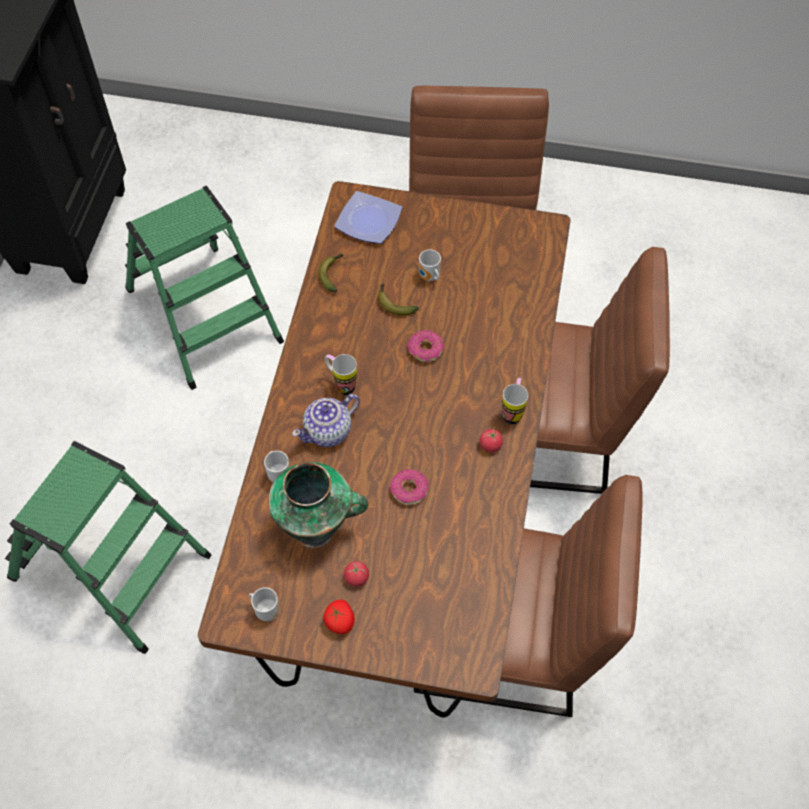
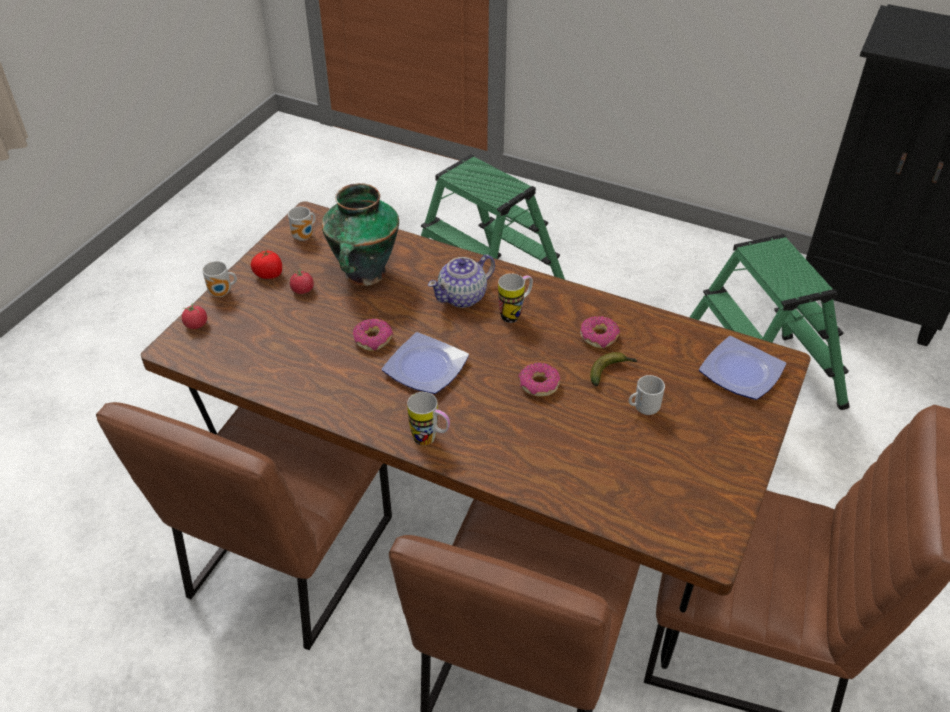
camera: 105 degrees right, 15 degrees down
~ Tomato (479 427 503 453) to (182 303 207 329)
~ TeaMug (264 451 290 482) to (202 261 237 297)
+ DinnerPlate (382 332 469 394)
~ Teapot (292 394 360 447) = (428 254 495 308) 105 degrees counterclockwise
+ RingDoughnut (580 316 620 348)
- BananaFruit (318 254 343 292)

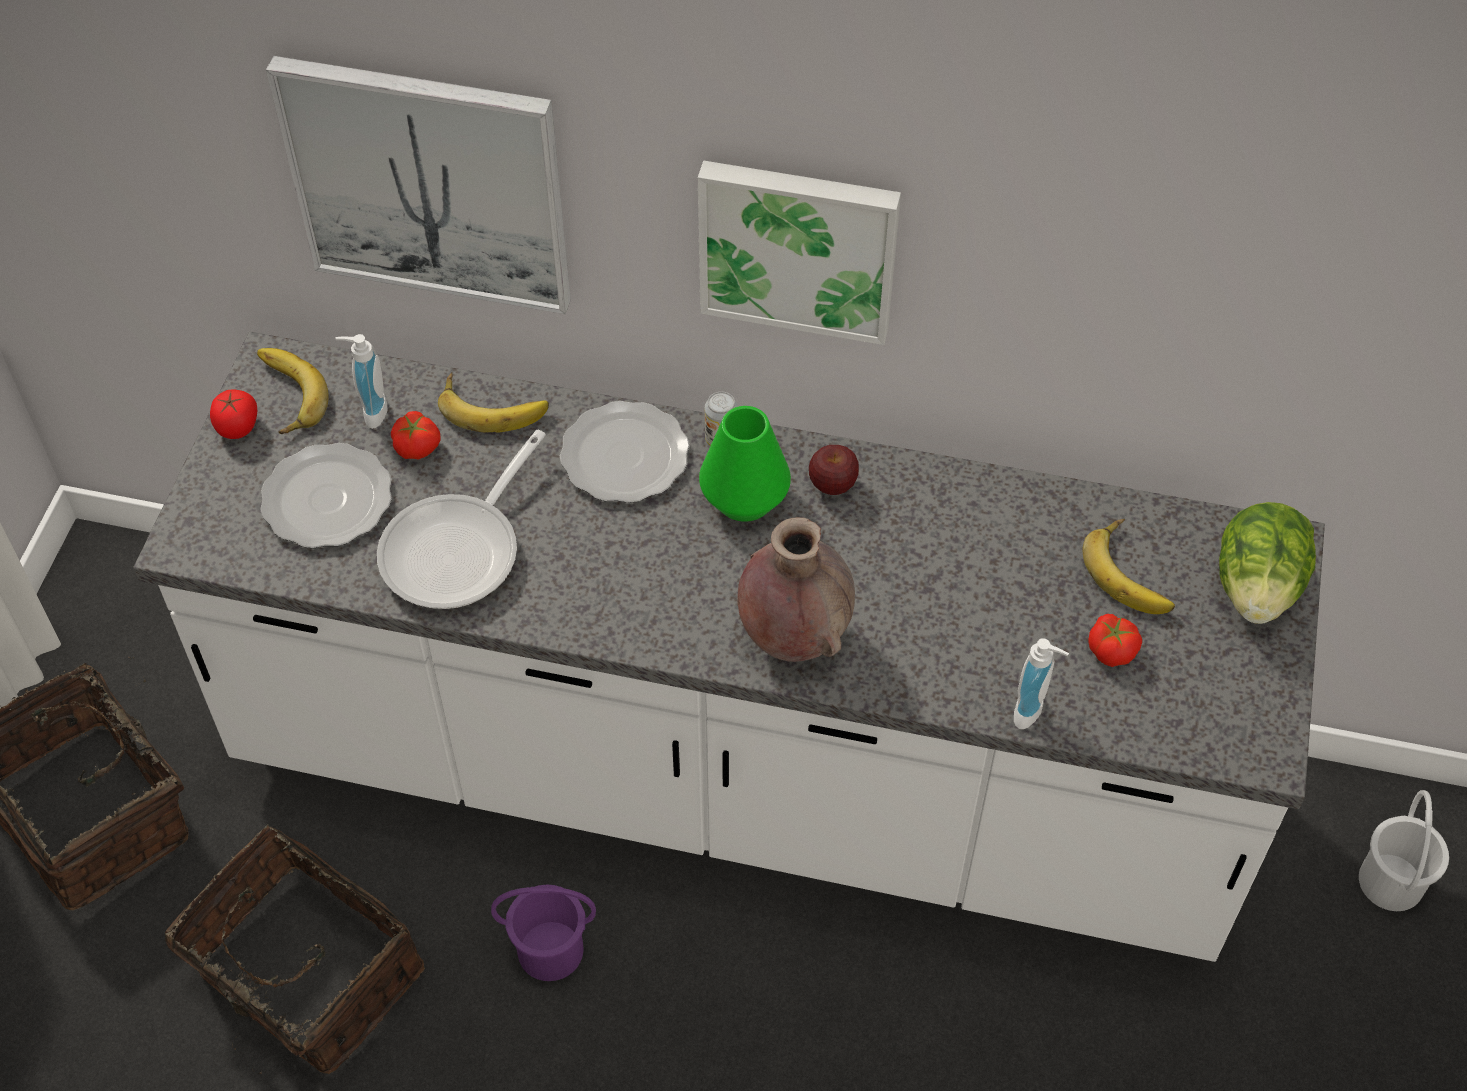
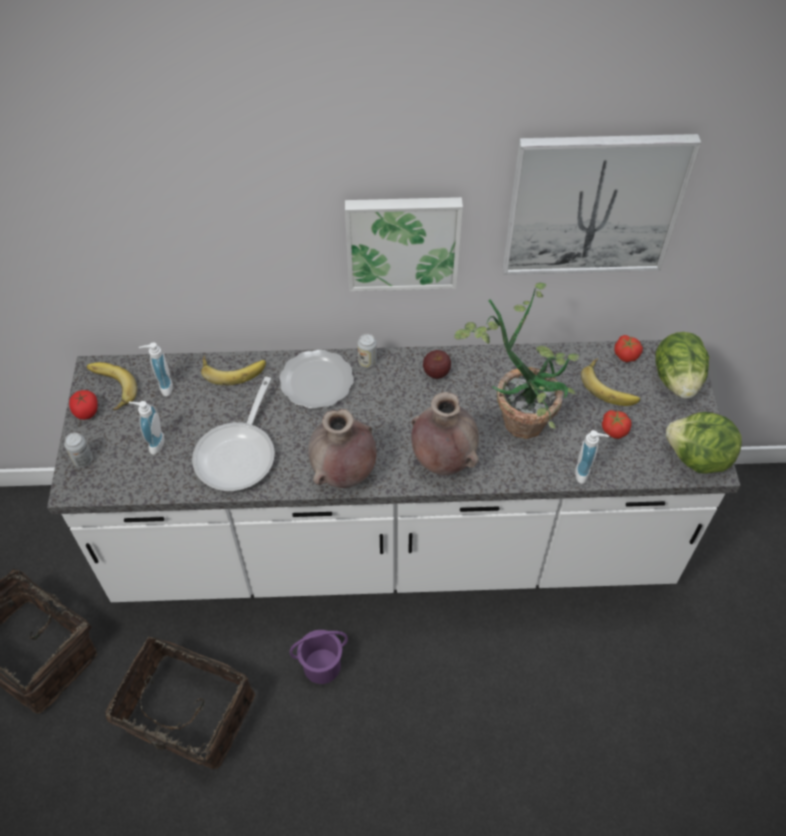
camera: 15 degrees left, 0 degrees up
+ SealedCan (64 432 93 467)
~ DinnerPlate (260 443 392 549) to SoapDispenser (128 401 165 455)
+ BrownDecorativeVase (308 409 377 488)
+ PottedPlant (454 283 579 439)
~ WallArt (266 56 571 314) to (503 134 701 275)
~ Tomato (391 411 441 459) to (614 335 643 362)
+ HeadOfLettuce (666 412 742 474)
- GreenColouredDecorativeVase (699 406 791 522)
- WhitishWaterBucket (1359 790 1449 911)

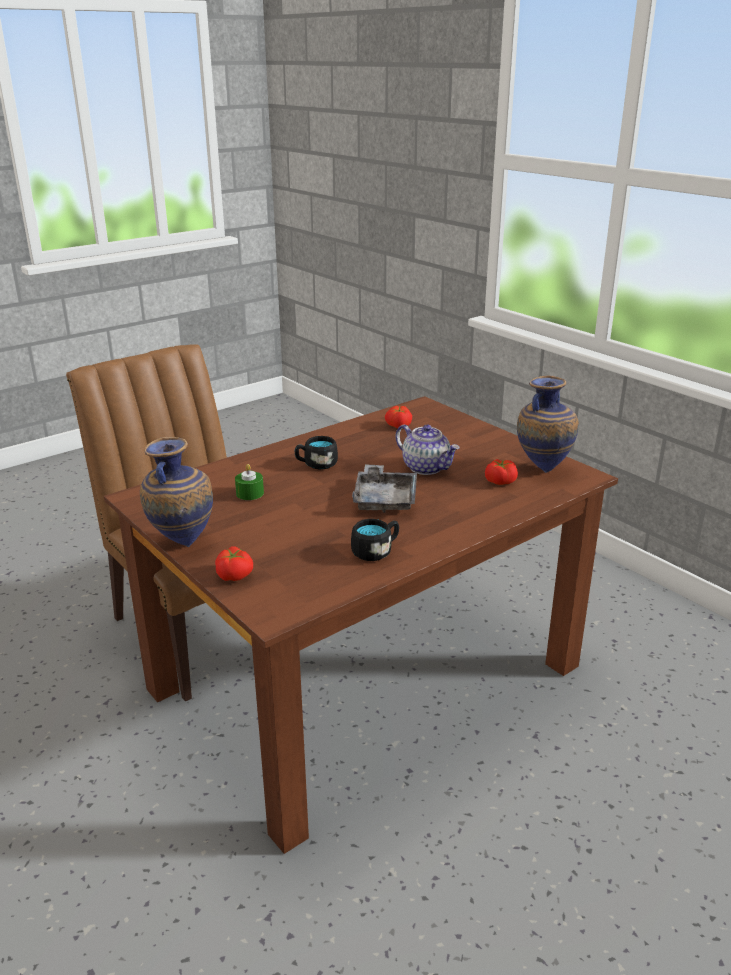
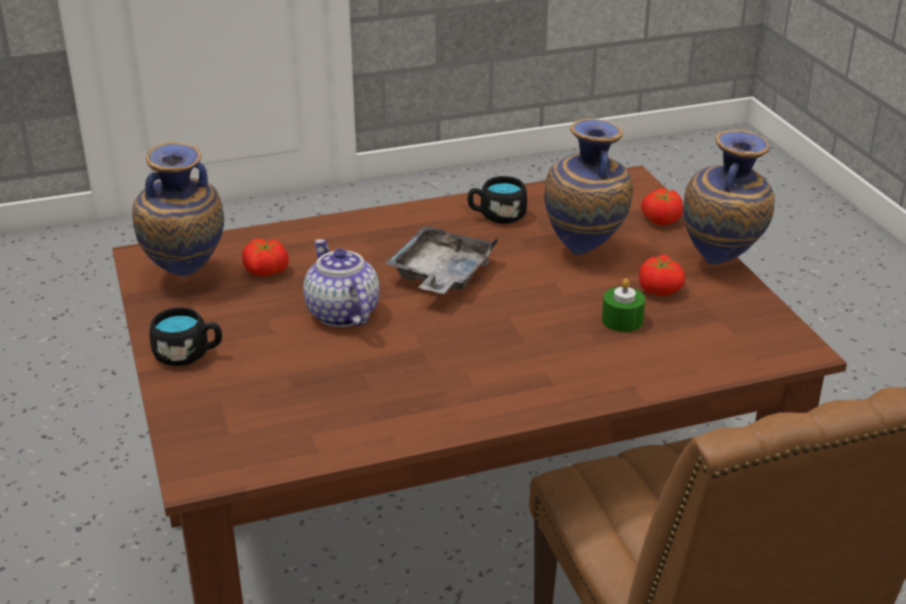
camera: 160 degrees left, 5 degrees up
~ BlackTeaMug (295 436 338 469) to (150 307 222 366)
+ DecorativeVase (544 119 633 255)
~ Tomato (385 406 412 429) to (639 254 685 296)

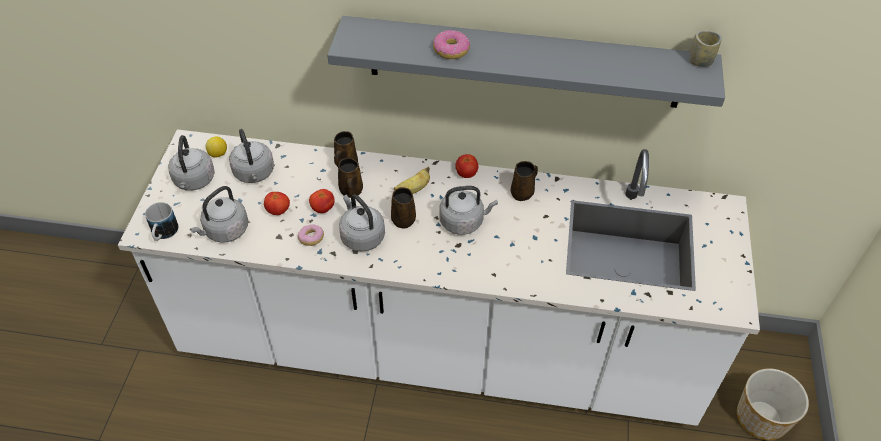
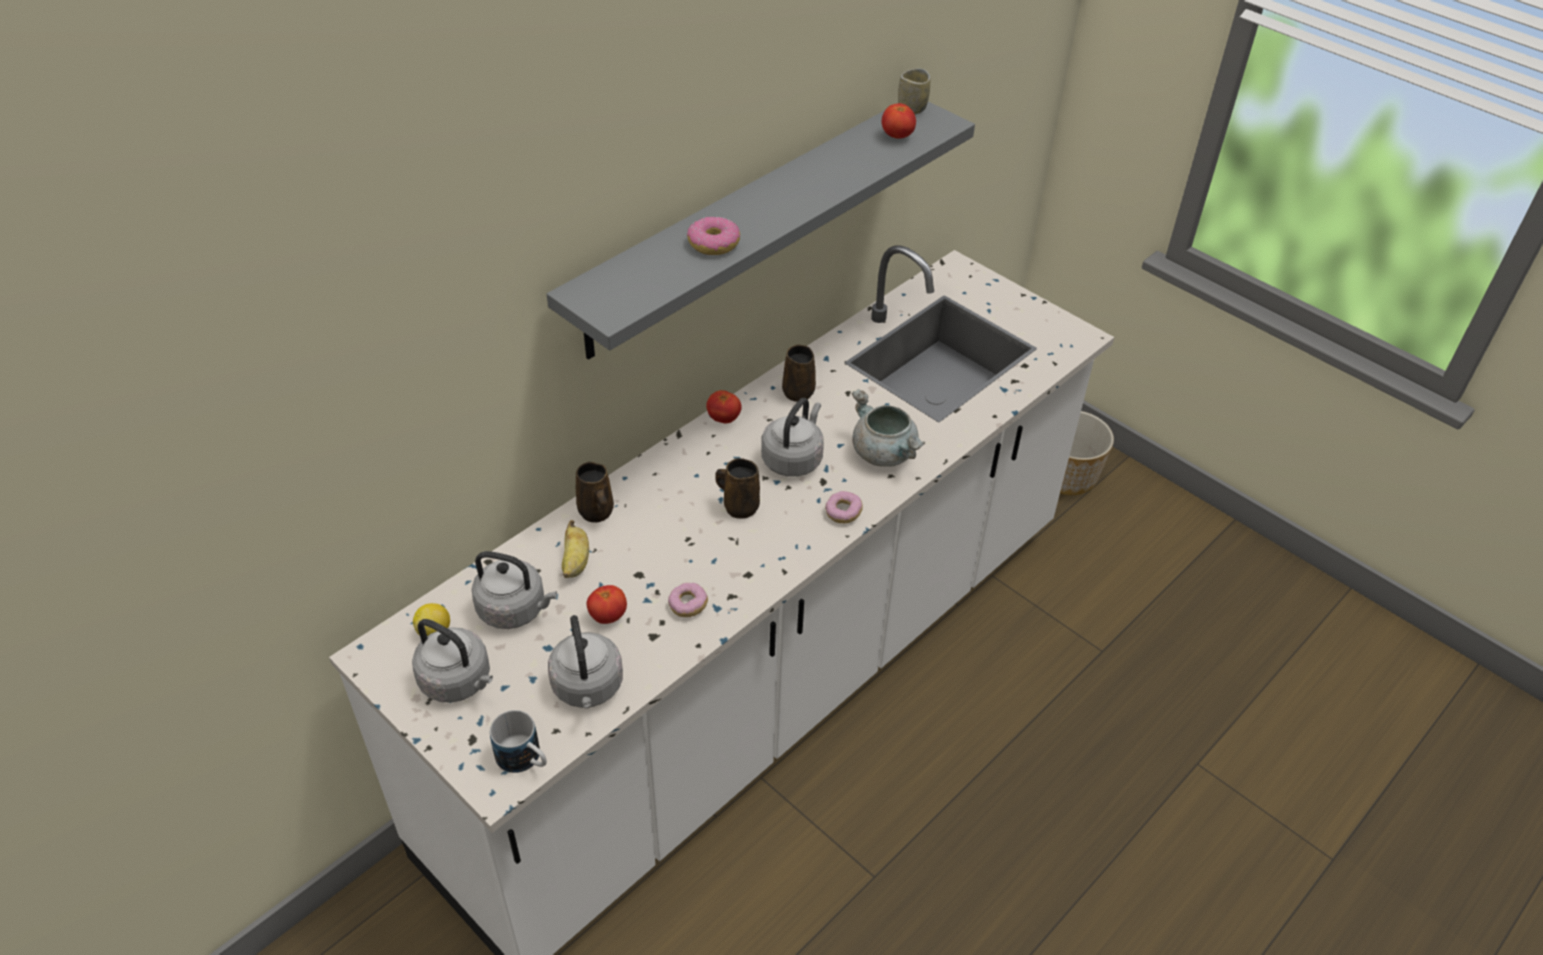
camera: 55 degrees left, 5 degrees down
~ BananaFruit (394 167 430 194) to (562 520 589 578)
+ RingDoughnut (825 491 863 523)
+ GrayStockpot (852 389 925 467)
~ Tomato (309 189 335 213) to (882 103 916 139)
- BrownTeaMug (338 157 363 198)
- GrayTeaKettle (339 194 385 251)

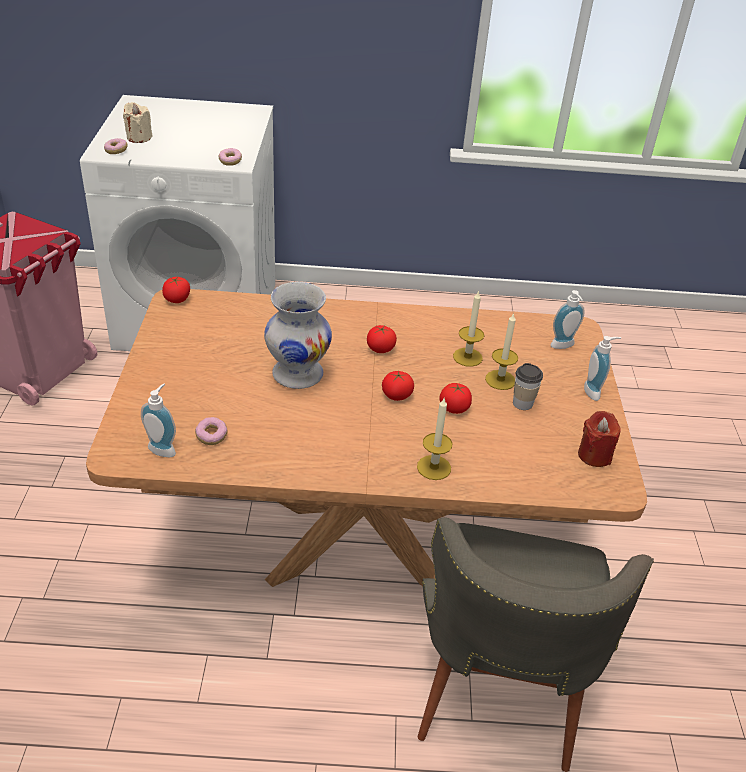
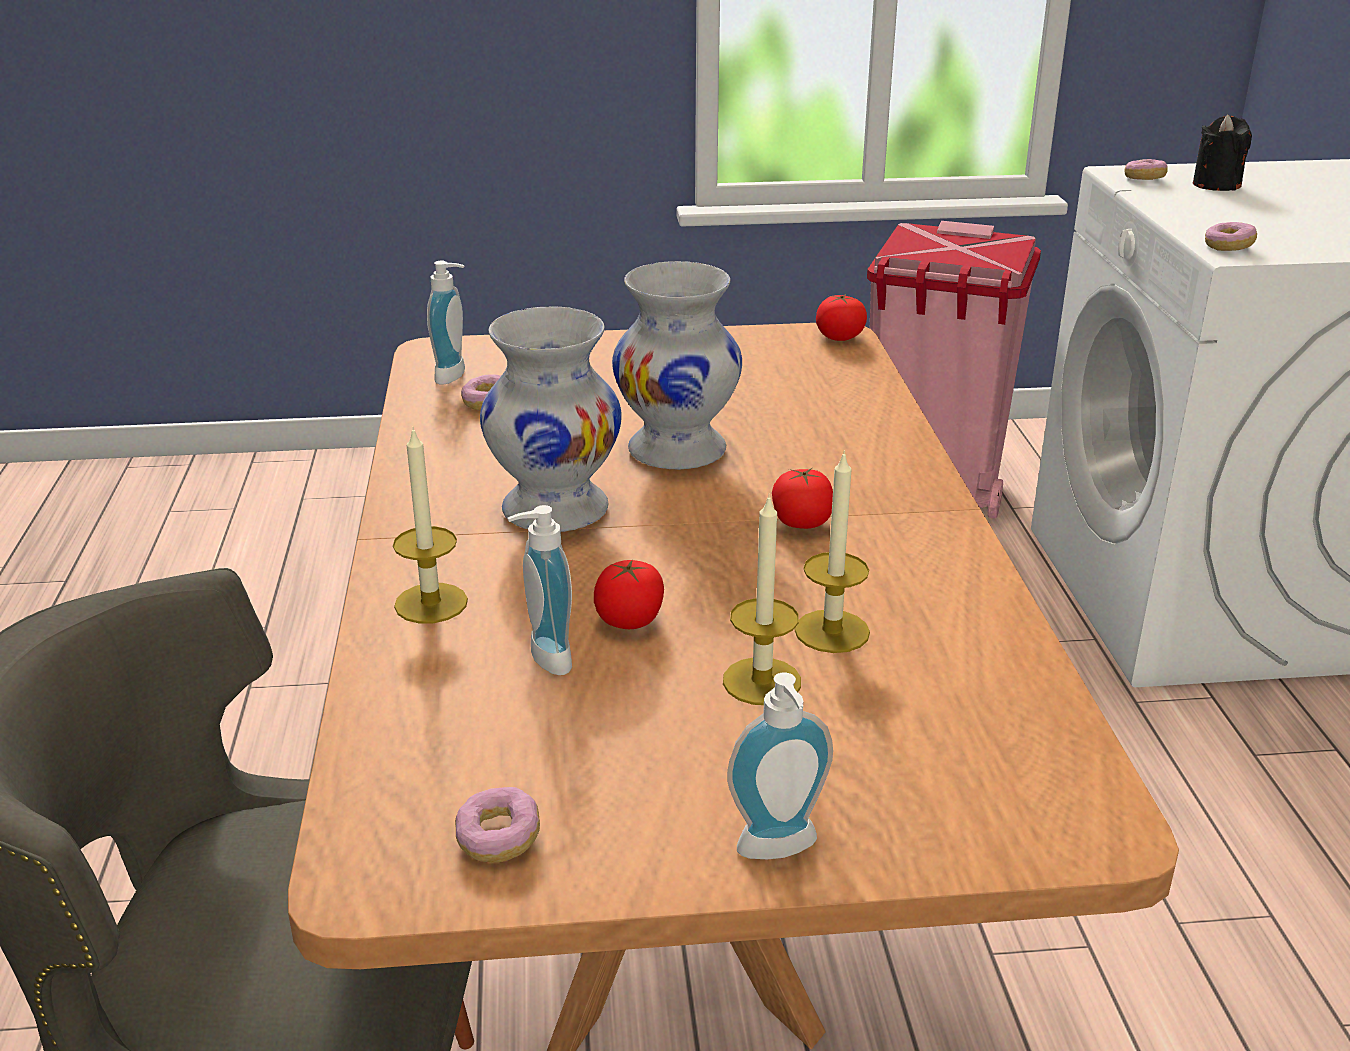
camera: 85 degrees right, 10 degrees down
~ ReddishWaxLight (578 411 620 467) to RingDoughnut (455 787 540 863)
+ WhitishDecorativeVase (480 307 621 532)
~ SoapDispenser (551 290 585 349) to (508 505 572 675)
~ BeigeWaxLight (123 102 153 143) to BlackWaxLight (1193 115 1252 191)
- Tomato (382 370 414 401)
- DrinkingCup (513 363 543 410)

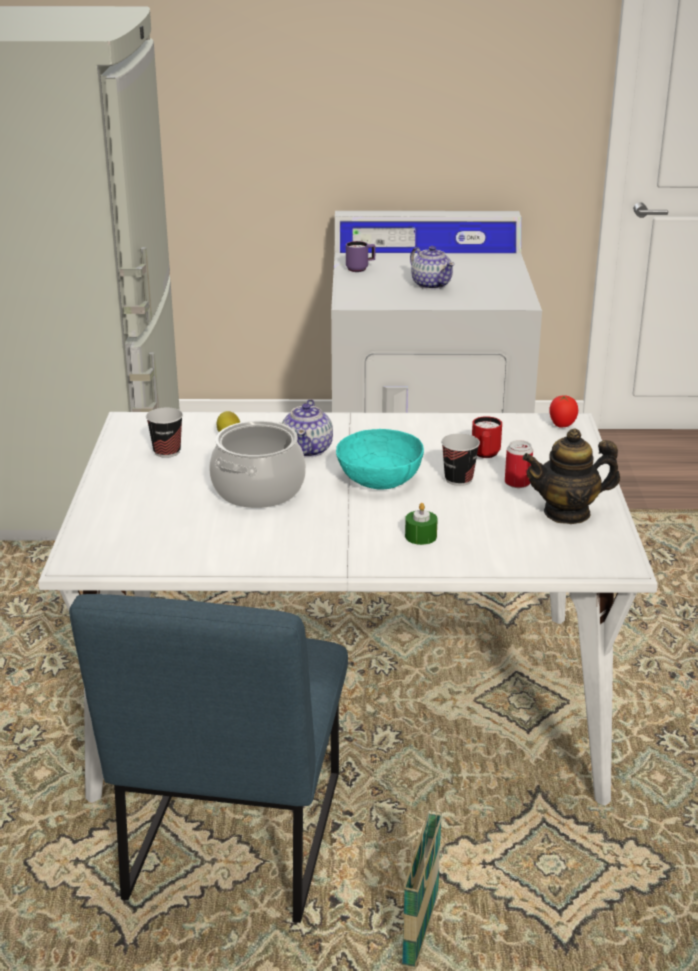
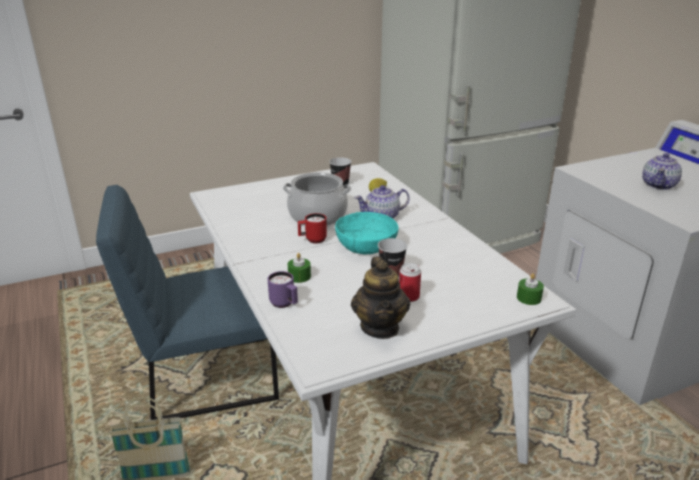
camera: 65 degrees right, 0 degrees up
~ PurplishTeaMug (346 241 375 272) to (268 271 298 308)
~ ReddishTeaMug (472 416 502 458) to (298 213 327 244)
~ Teapot (522 429 620 524) = (351 257 410 339) 150 degrees counterclockwise
~ Tomato (549 396 578 427) to GreenColouredWaxLight (517 273 544 305)

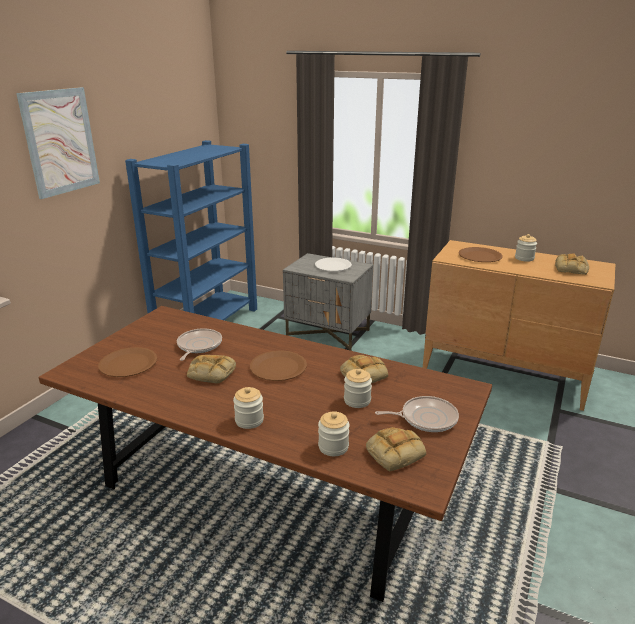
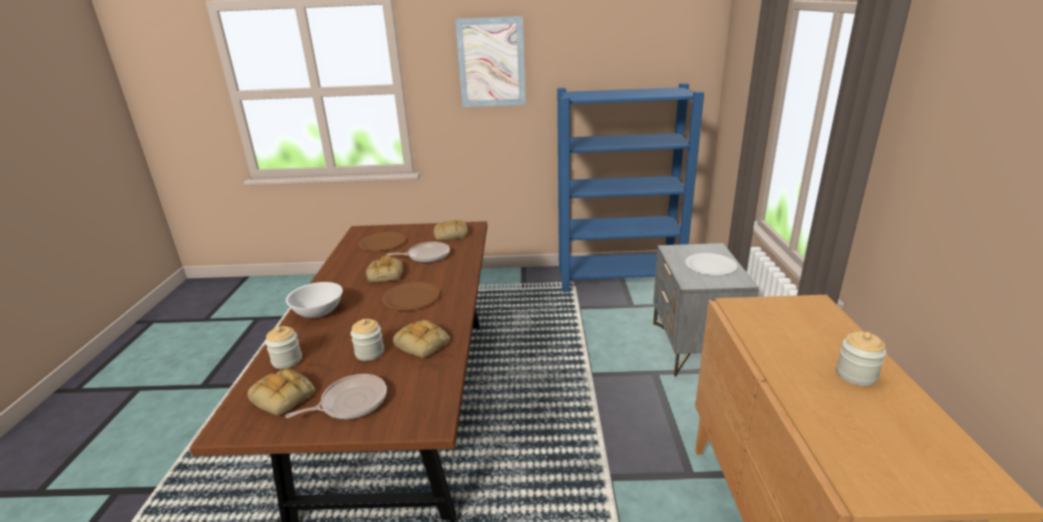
camera: 65 degrees right, 0 degrees up
~ Pan (375 396 459 432) = (285 374 387 419) 90 degrees counterclockwise
~ StorageJar (233 387 264 429) to WhitishDeepDish (286 282 343 318)
~ Bread (555 253 589 275) to (434 220 468 240)
- BrownDinnerPlate (458 247 503 262)

